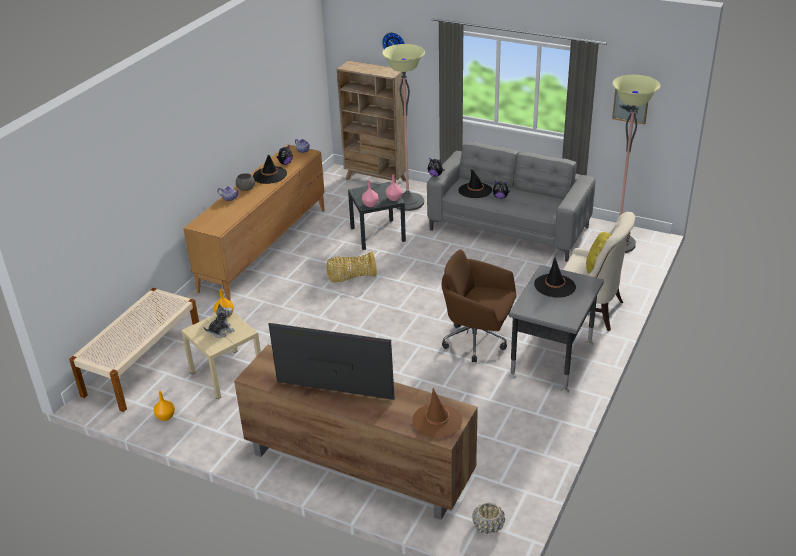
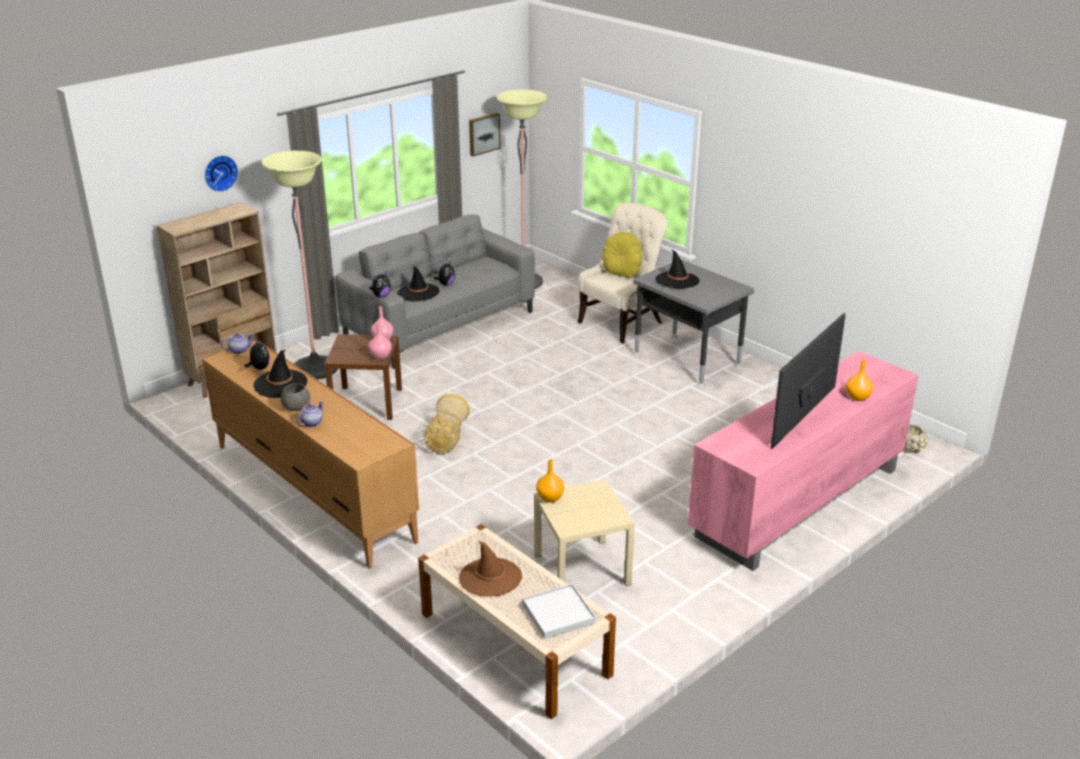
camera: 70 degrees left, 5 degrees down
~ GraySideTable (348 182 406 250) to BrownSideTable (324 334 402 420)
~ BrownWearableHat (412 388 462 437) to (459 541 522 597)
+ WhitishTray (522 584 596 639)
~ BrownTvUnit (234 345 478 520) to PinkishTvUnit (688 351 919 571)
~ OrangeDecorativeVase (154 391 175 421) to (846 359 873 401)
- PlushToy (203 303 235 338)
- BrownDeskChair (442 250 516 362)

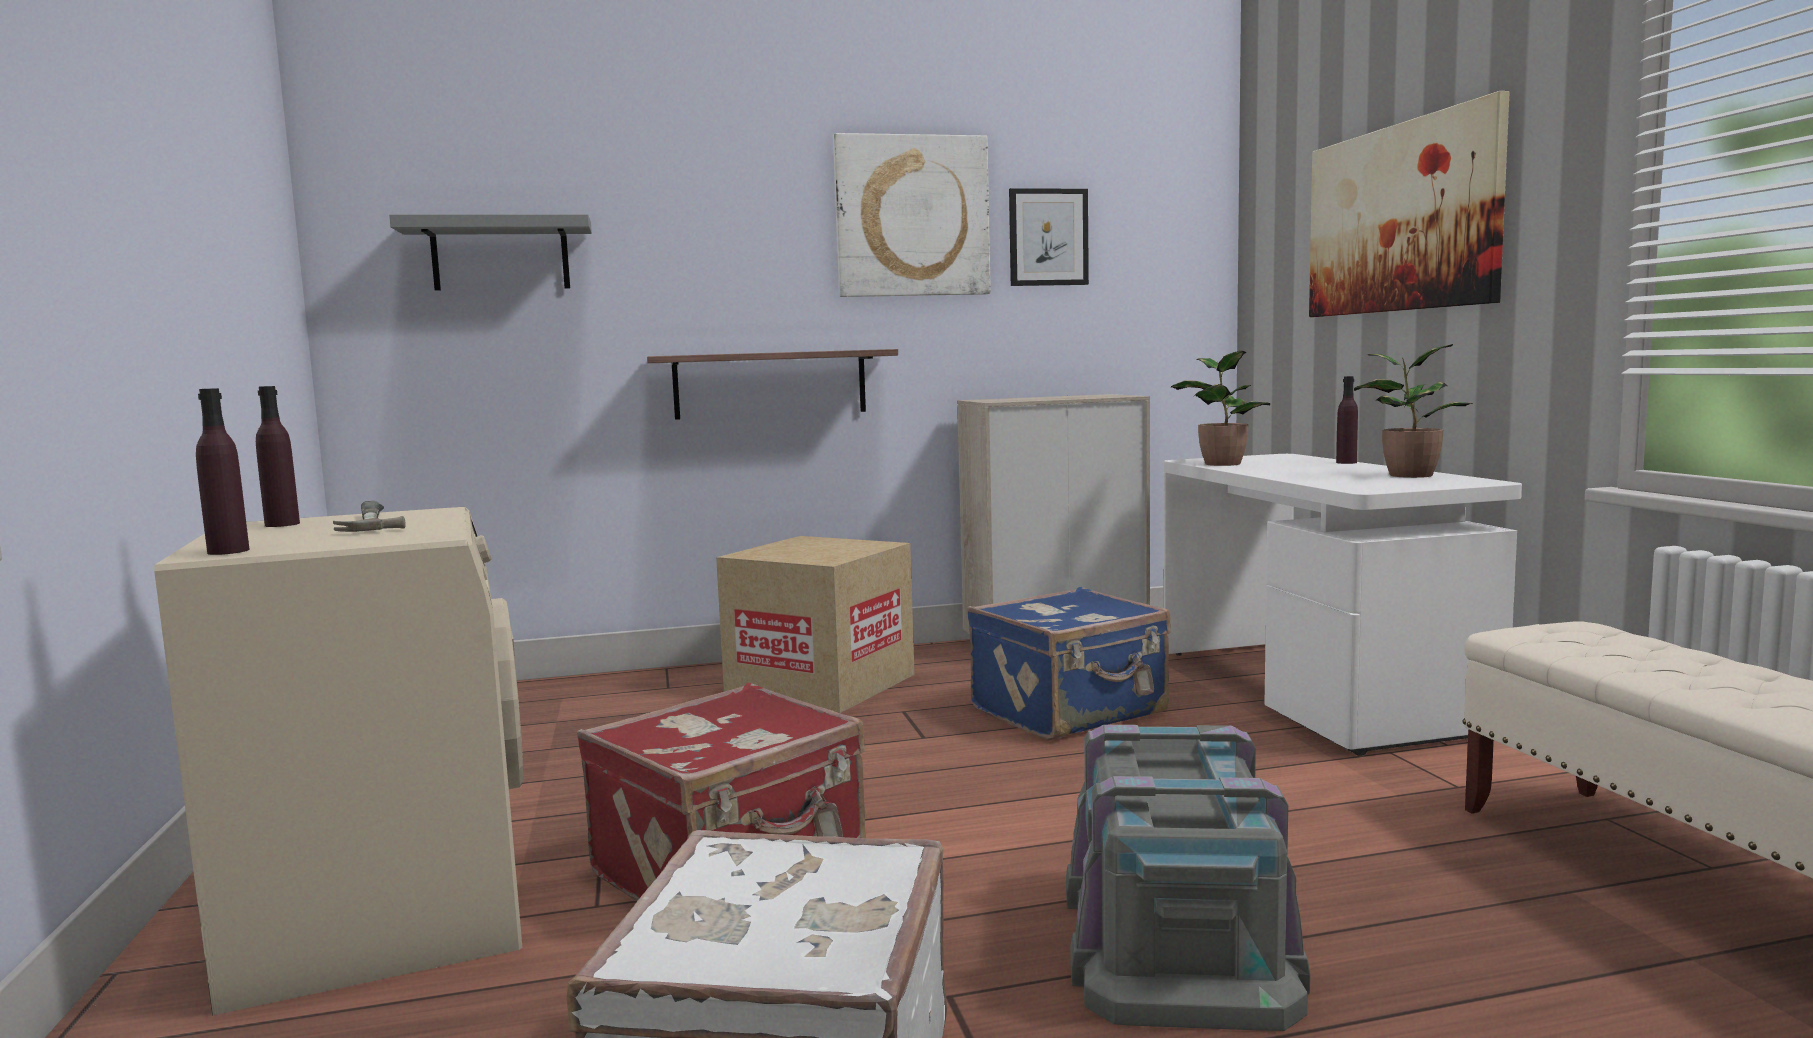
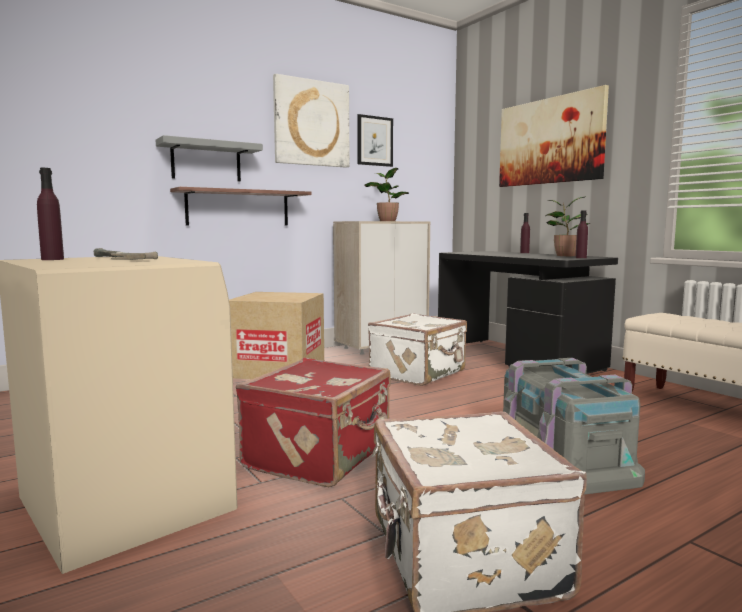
camera: 20 degrees left, 0 degrees up
~ GrayWallShelf (389 214 592 291) to (156 135 263 181)
~ PottedPlant (1171 351 1270 466) to (364 168 409 221)
~ BlueSuitcase (967 587 1171 740) to WhitishSuitcase (368 313 467 386)
~ WhitishDeskUnit (1164 454 1522 756) to BlackDeskUnit (438 251 618 374)
~ PurplishDrinkBottle (196 388 250 555) to (576 210 588 258)

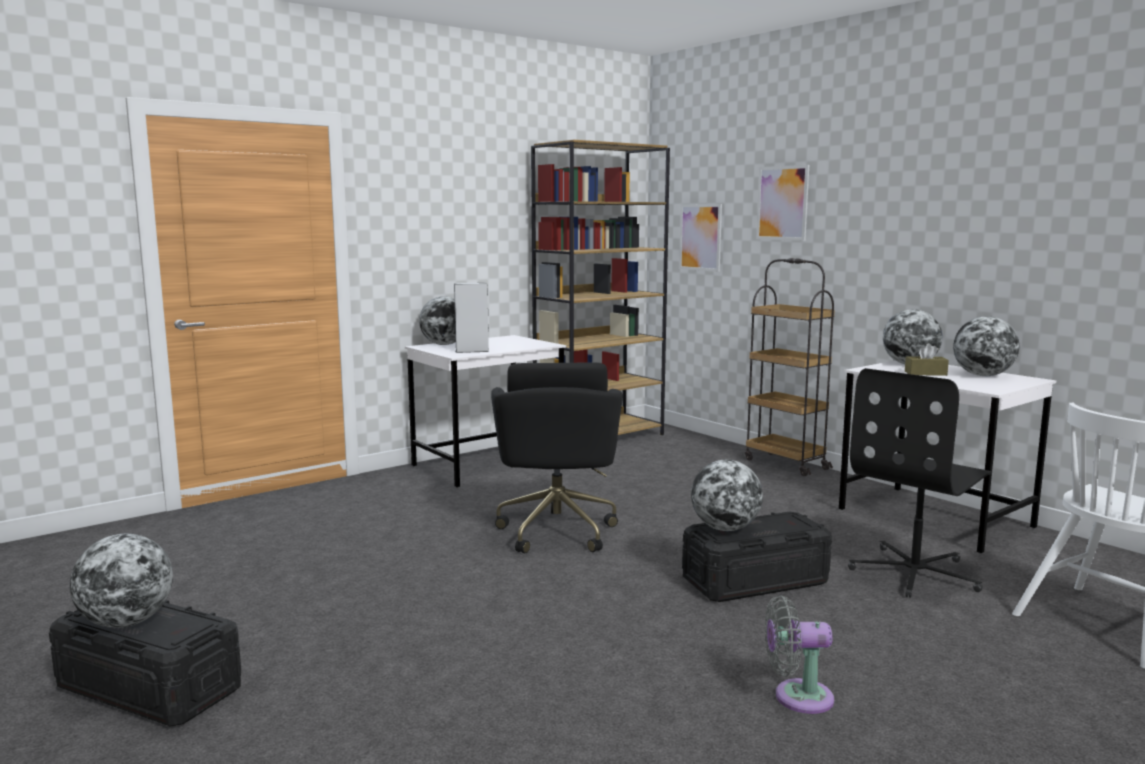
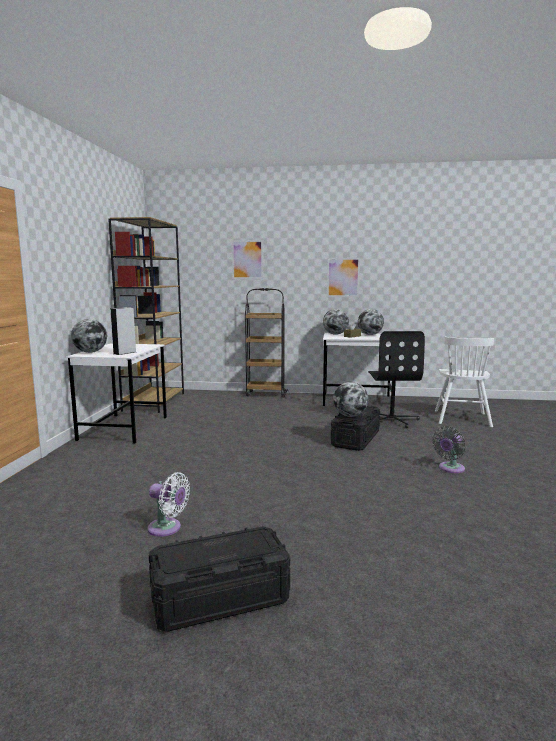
camera: 45 degrees left, 0 degrees up
+ WhitishElectricFan (148 472 190 537)
~ WallArt (679 204 722 272) to (327 258 360 297)
- DeskGlobe (70 534 173 628)
- BlackDeskChair (491 362 623 553)

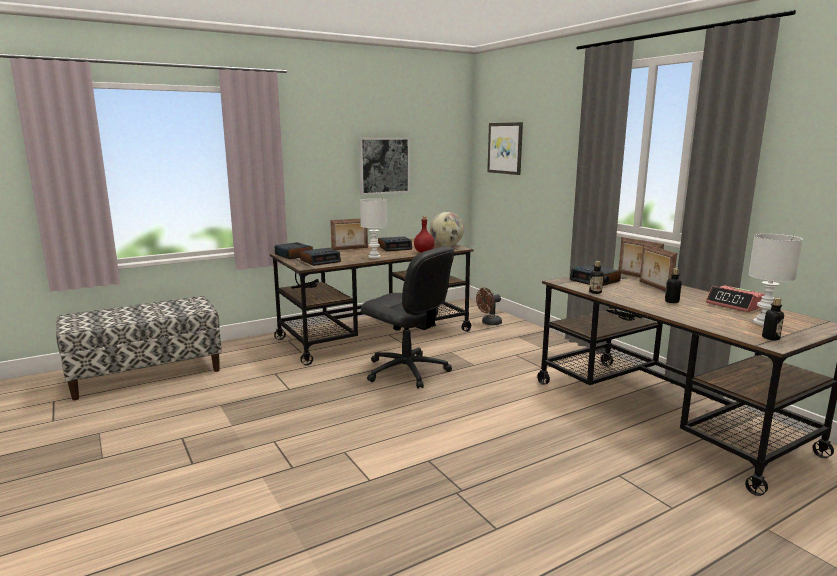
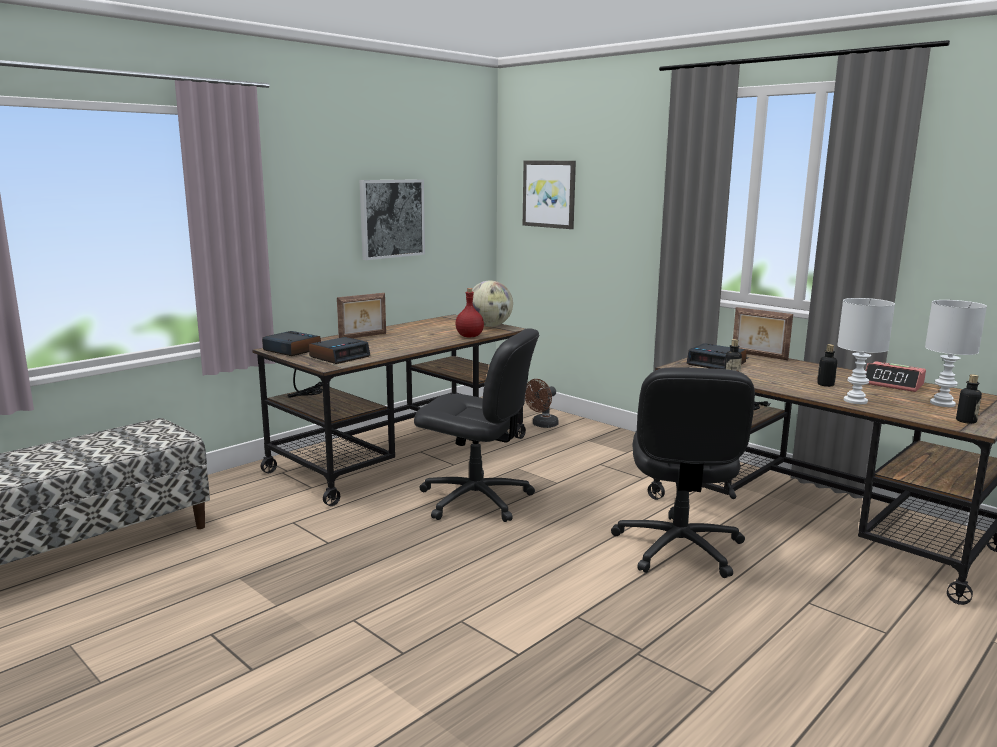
camera: 15 degrees left, 0 degrees up
+ BlackDeskChair (611 367 755 578)
~ WhitishTableLamp (360 199 387 258) to (837 298 895 404)
- BedsideClock (378 236 412 251)
- StandingFrame (639 244 677 292)

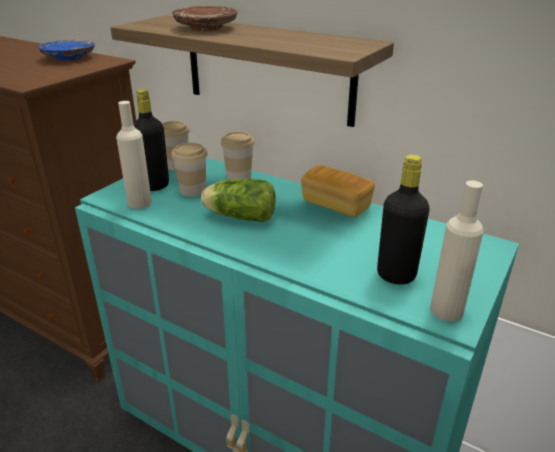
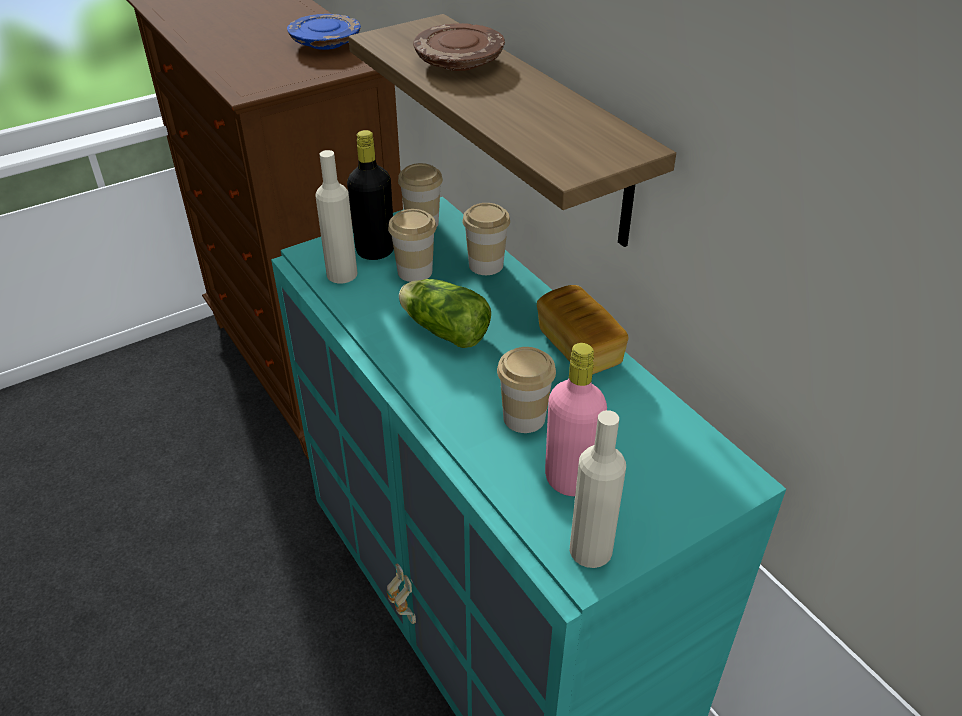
camera: 25 degrees right, 10 degrees up
+ DrinkingCup (497 347 556 433)
~ BlackDrinkBottle (377 155 430 284) to PinkishDrinkBottle (545 343 607 496)

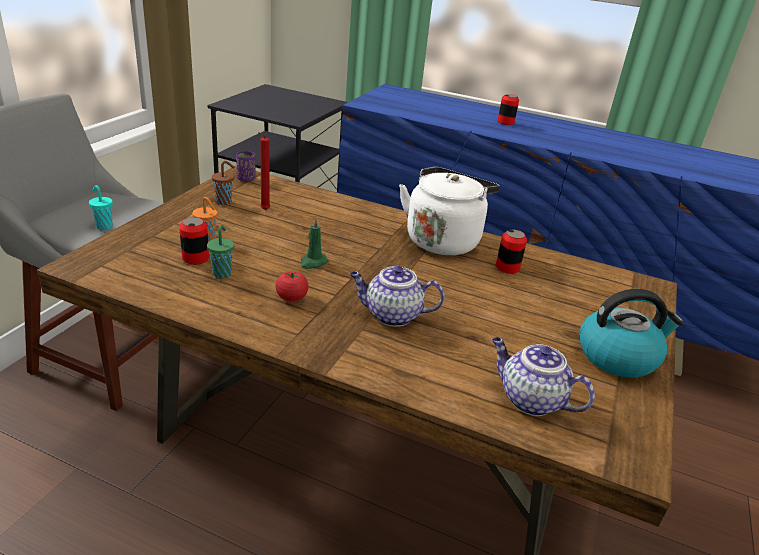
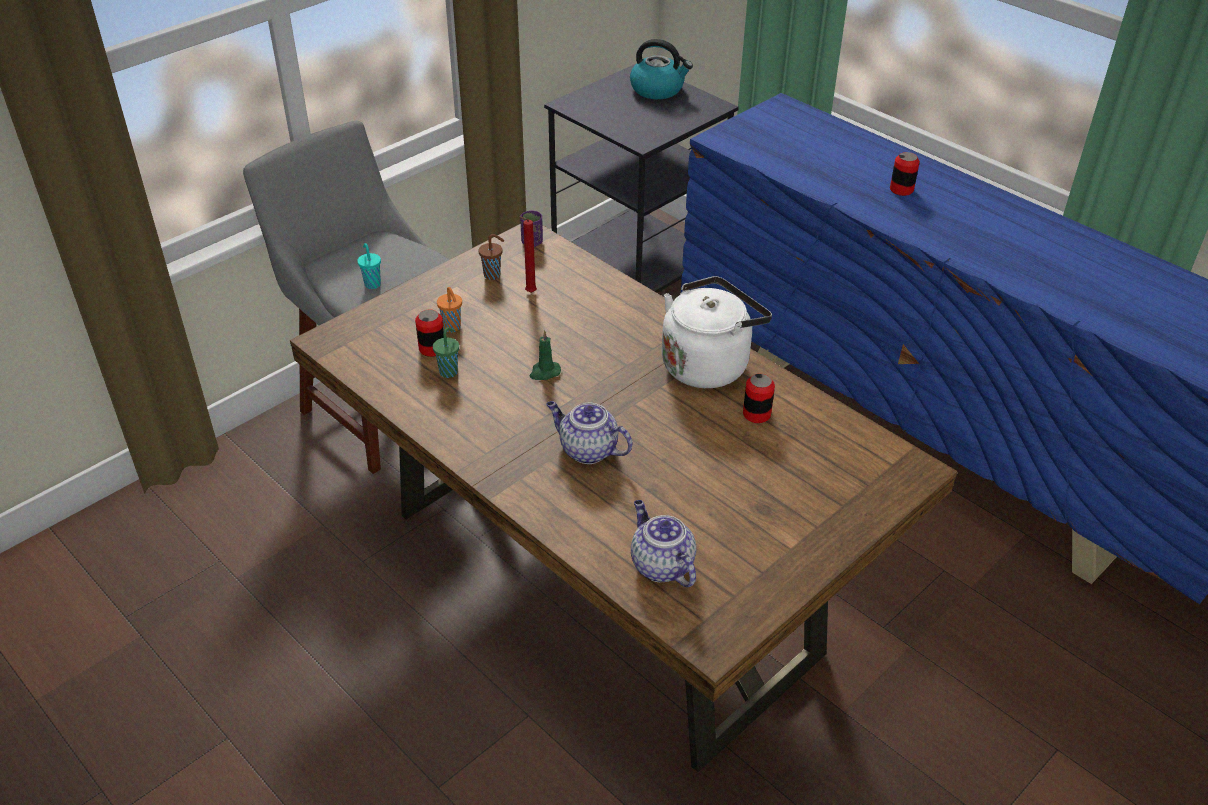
camera: 25 degrees right, 10 degrees up
~ TeaKettle (580 289 684 378) to (630 39 693 99)
- Tomato (275 271 309 302)

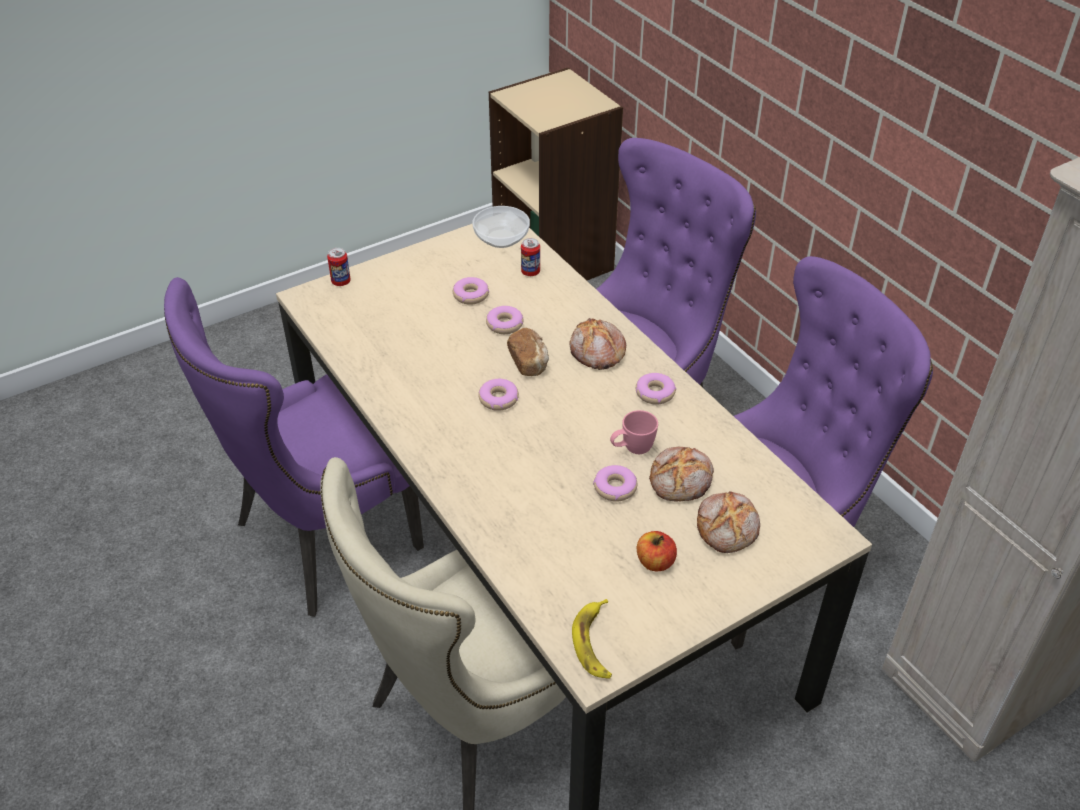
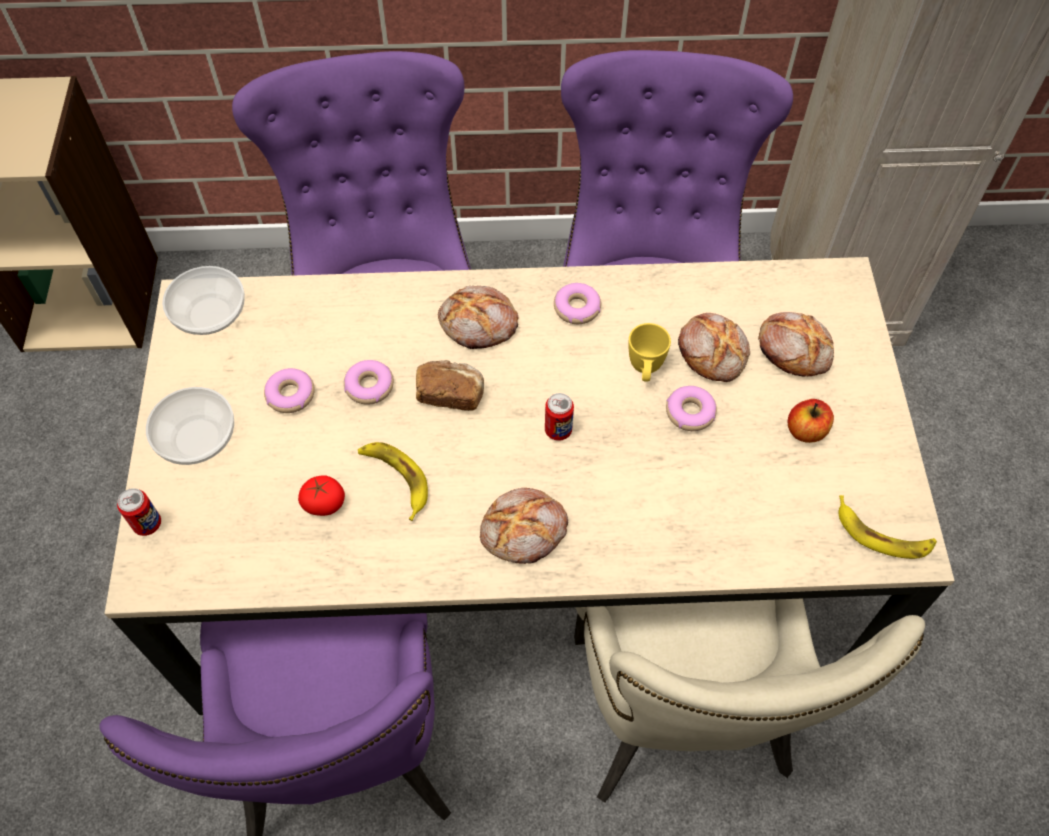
camera: 60 degrees left, 15 degrees up
+ DeepDish (146 387 234 465)
+ Tomato (298 475 345 516)
+ BananaFruit (358 442 428 521)
+ Bread (480 488 568 564)
~ SealedCan (521 238 540 276) to (545 393 574 441)
~ PinkishTeaMug (610 410 658 454) to YellowishTeaMug (629 323 671 382)
- RingDoughnut (478 379 519 411)

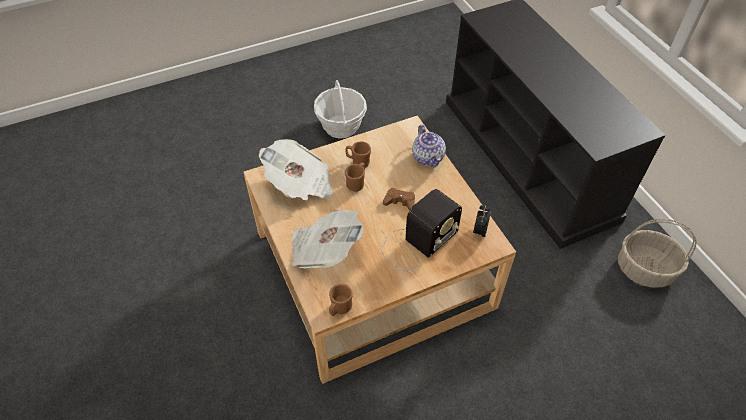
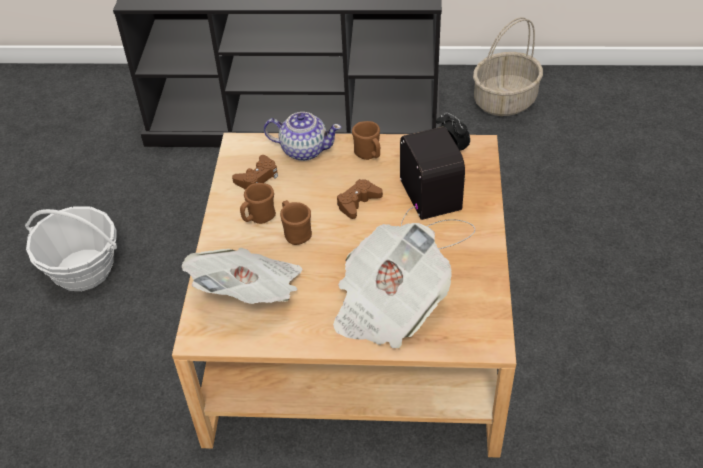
camera: 60 degrees left, 5 degrees down
+ BrownJoypad (232 155 278 190)
~ BrownTeaMug (329 284 353 316) to (352 121 380 160)

